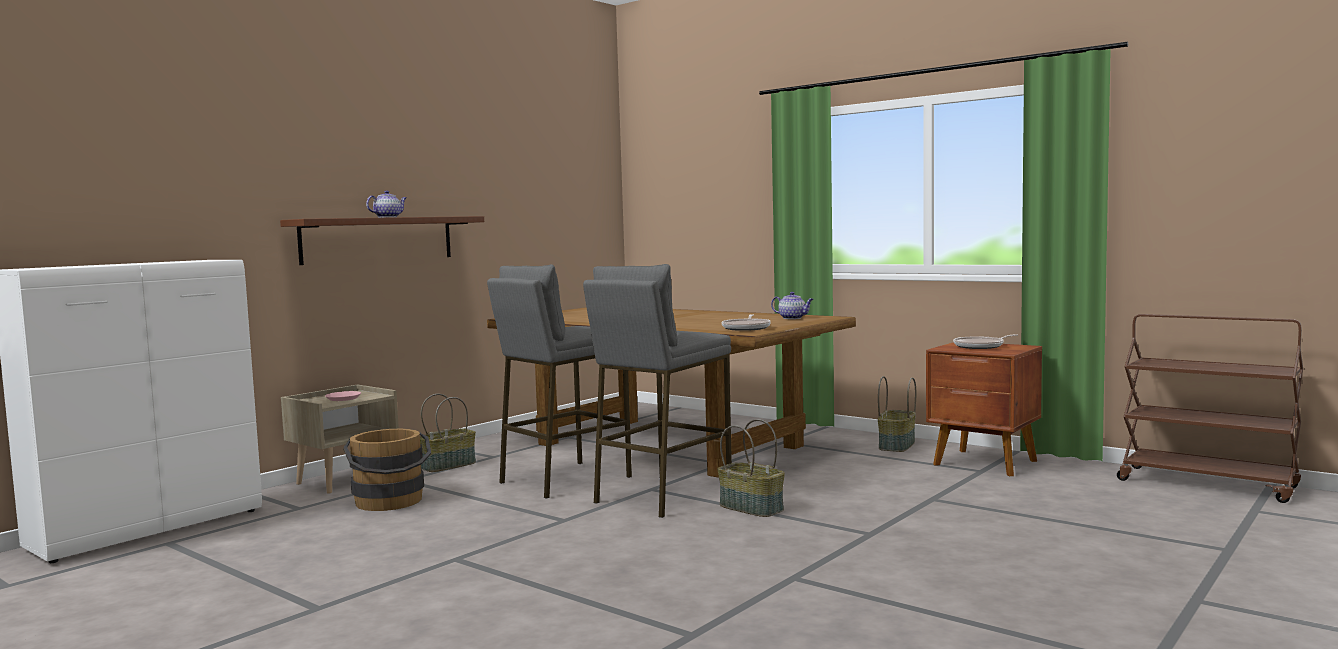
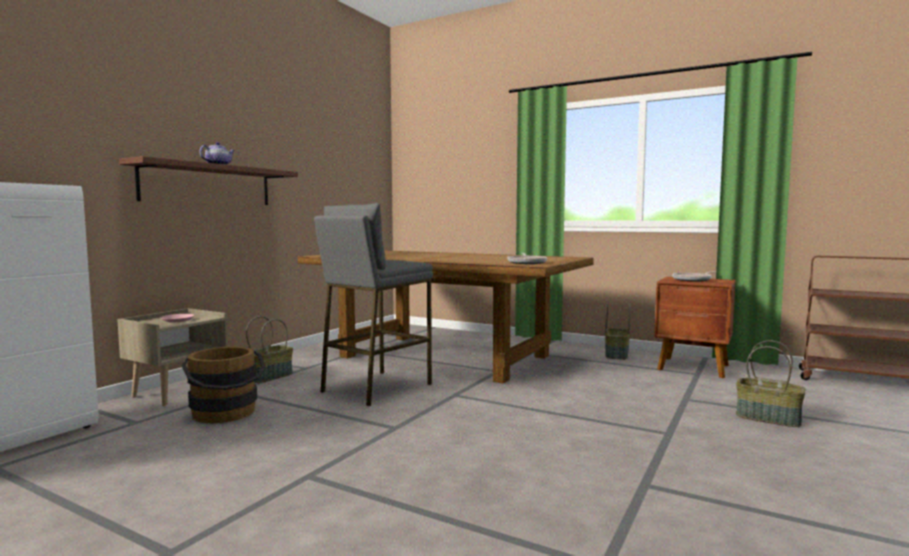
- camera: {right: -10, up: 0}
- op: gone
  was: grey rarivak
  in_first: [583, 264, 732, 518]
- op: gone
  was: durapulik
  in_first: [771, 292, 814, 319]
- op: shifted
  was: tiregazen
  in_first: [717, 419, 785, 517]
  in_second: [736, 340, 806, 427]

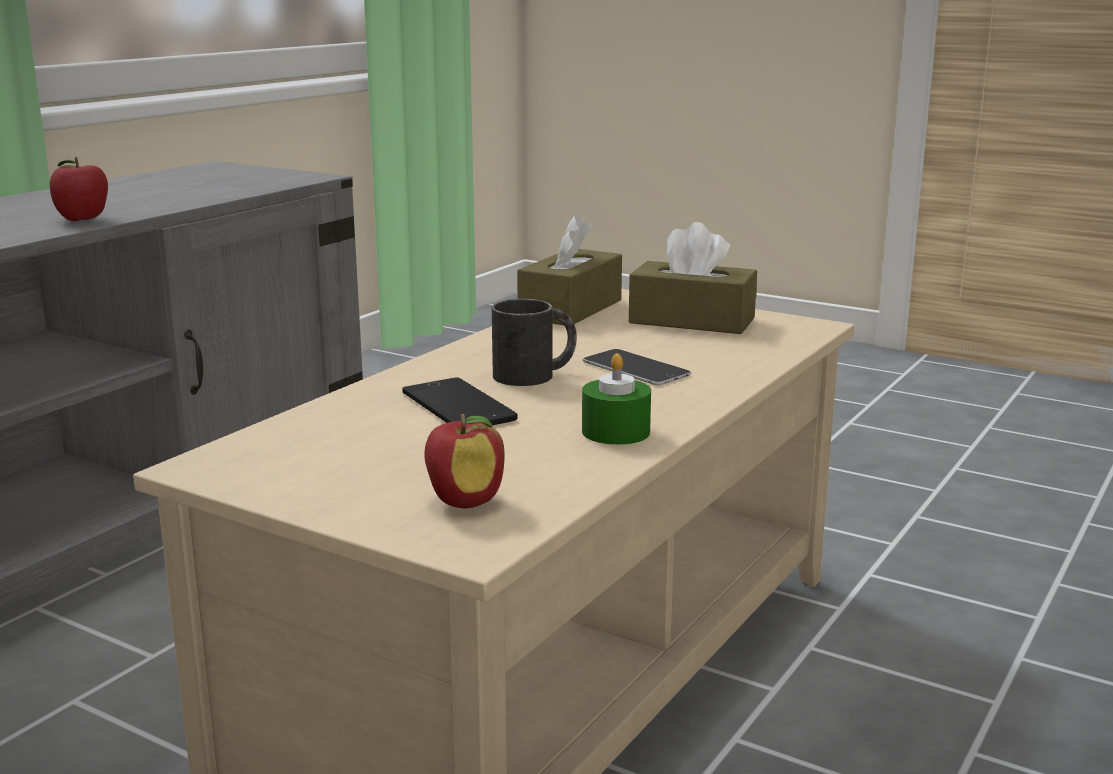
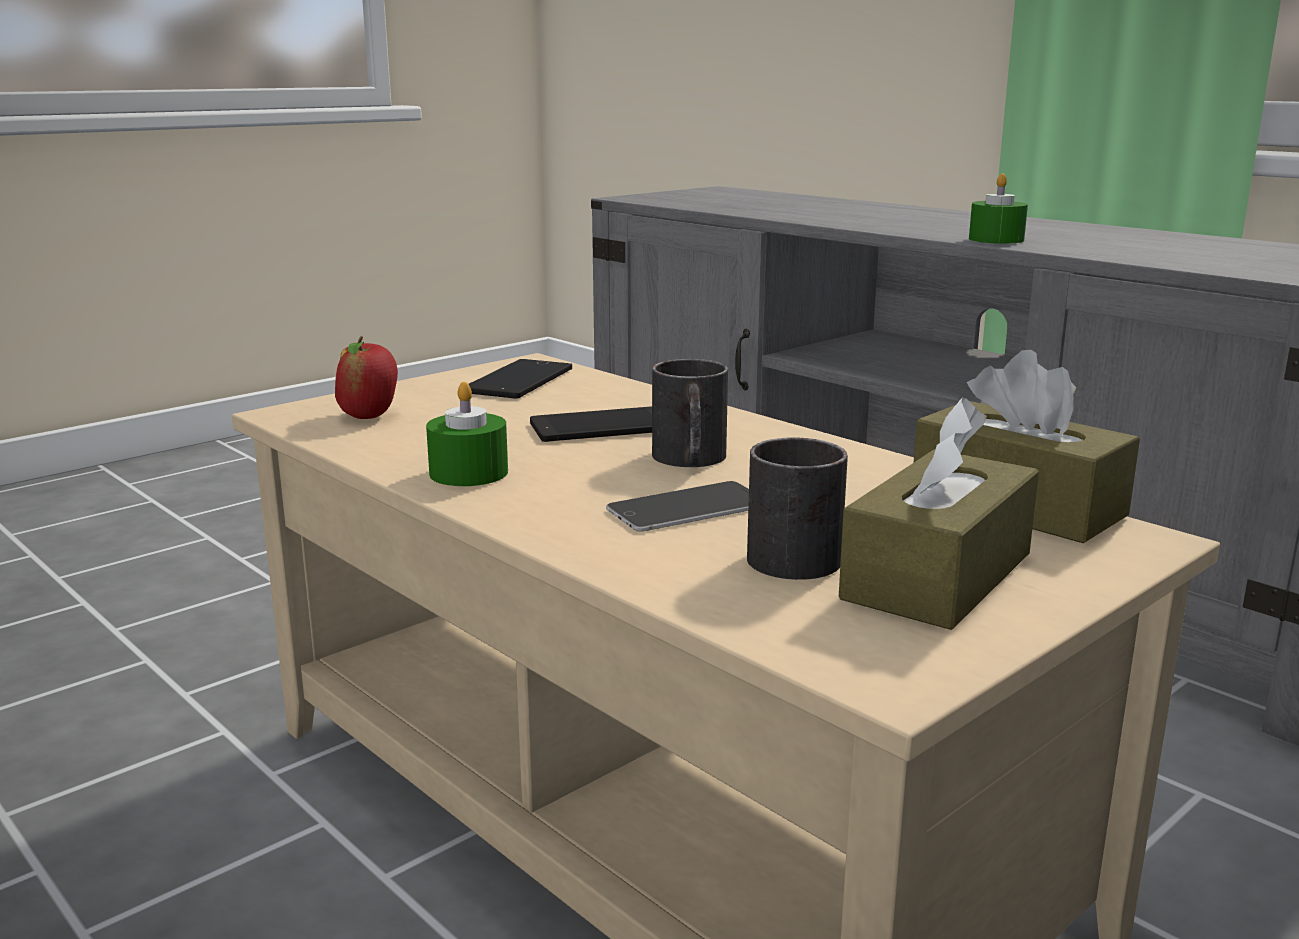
- camera: {right: 105, up: 0}
- op: new
  now: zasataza
  in_second: [469, 359, 572, 398]
- op: new
  now: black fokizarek
  in_second: [747, 437, 848, 580]
- op: swapped
  was: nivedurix
  now: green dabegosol
  in_first: [50, 157, 108, 221]
  in_second: [969, 173, 1028, 244]

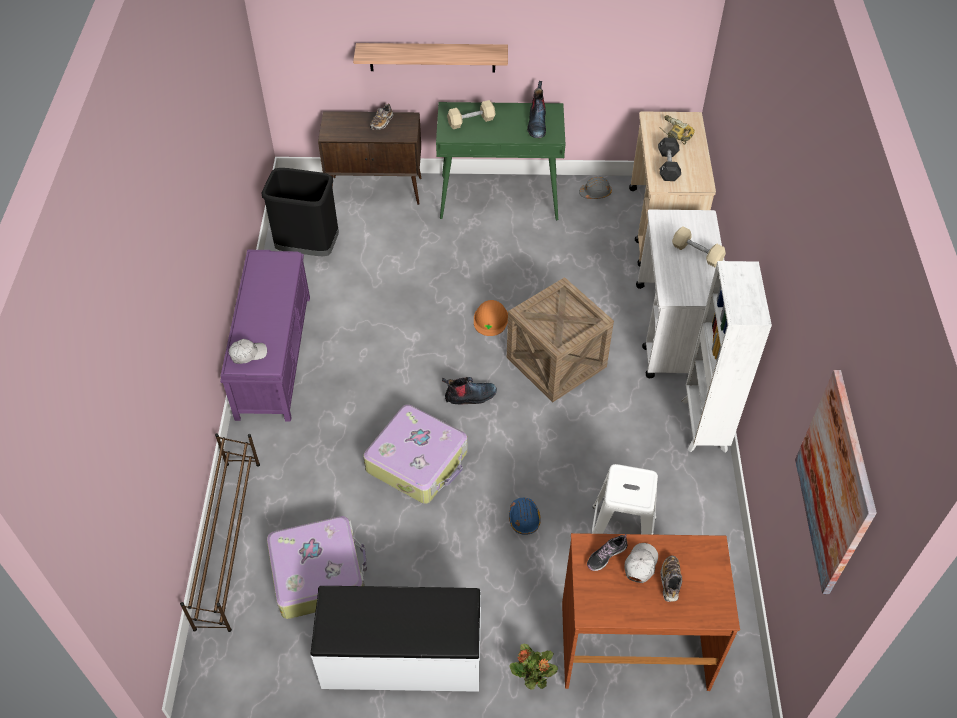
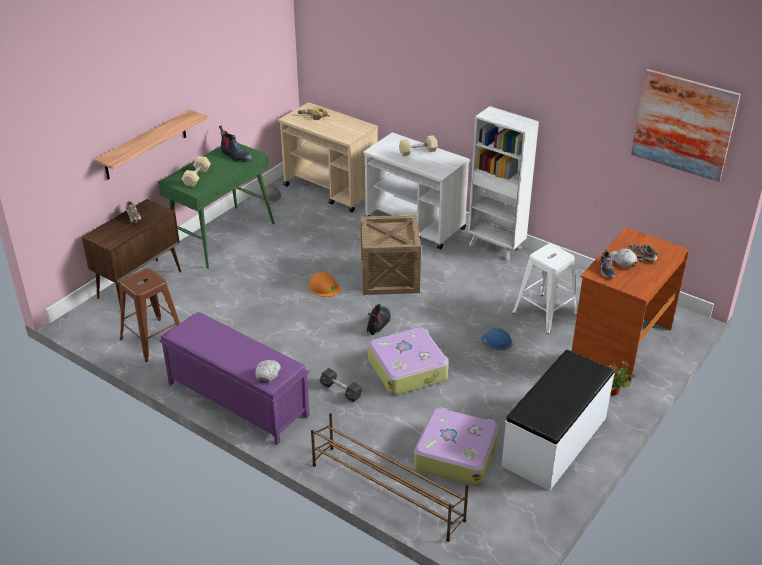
- camera: {right: -55, up: -15}
- op: shifted
  was: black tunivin
  in_first: [658, 137, 681, 181]
  in_second: [320, 368, 363, 402]
- op: swapped
  was: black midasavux
  now: brown rarivak
  in_first: [262, 168, 339, 256]
  in_second: [119, 268, 180, 362]

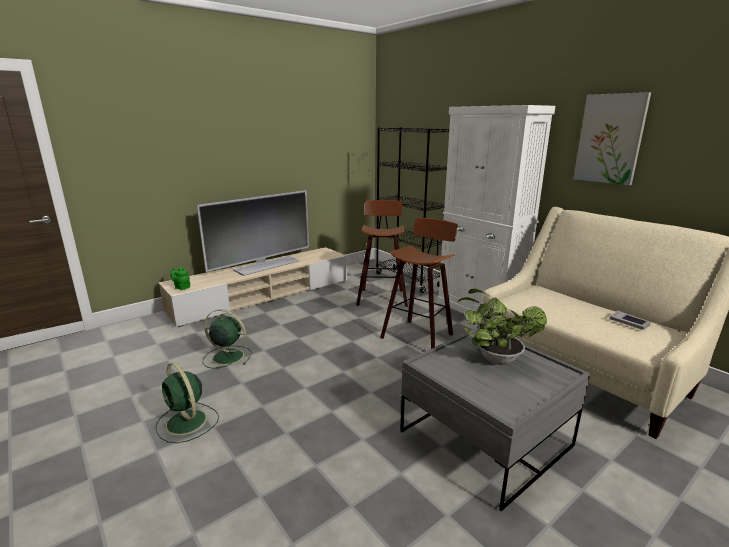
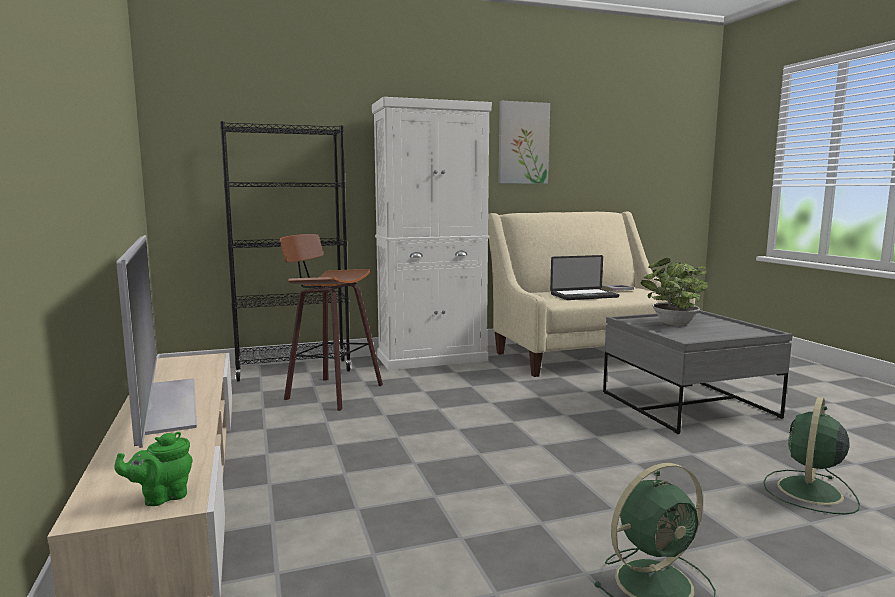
- camera: {right: -70, up: -10}
- op: gone
  was: rarivak
  in_first: [380, 218, 458, 349]
- op: new
  now: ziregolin
  in_second: [550, 255, 620, 300]
- op: shifted
  was: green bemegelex
  in_first: [203, 309, 252, 369]
  in_second: [763, 397, 860, 515]

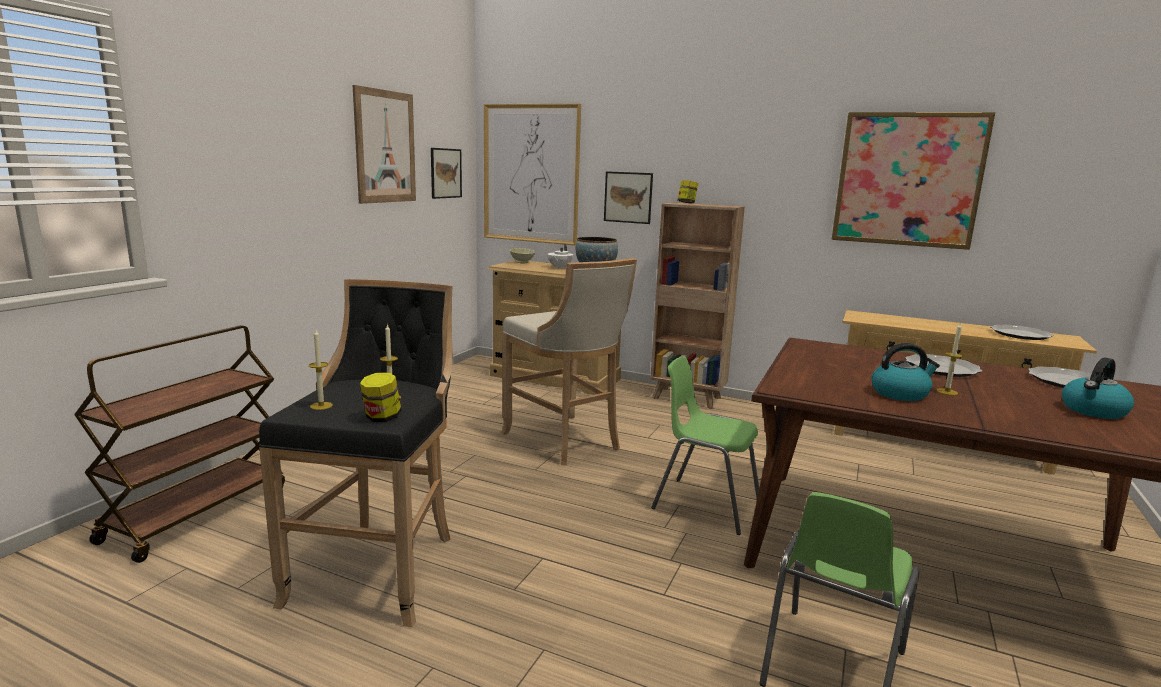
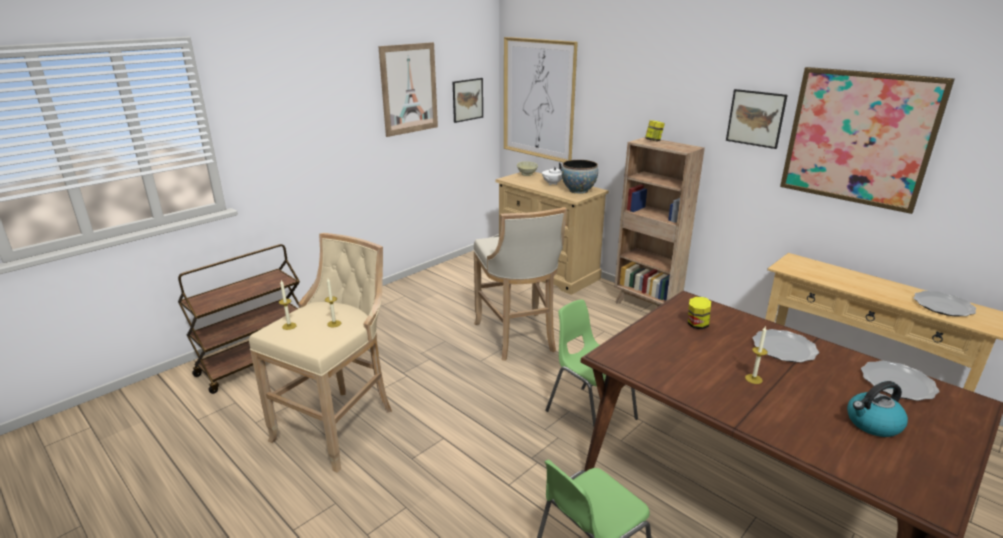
- camera: {right: 20, up: 10}
- op: gone
  was: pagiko
  in_first: [871, 343, 940, 401]
- op: shifted
  was: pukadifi
  in_first: [360, 372, 402, 422]
  in_second: [688, 296, 711, 329]
- op: shifted
  was: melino
  in_first: [604, 171, 653, 224]
  in_second: [726, 89, 788, 149]
- op: repainted
  was: black rarivak
  now: beige rarivak
  in_first: [259, 279, 453, 627]
  in_second: [249, 233, 392, 472]

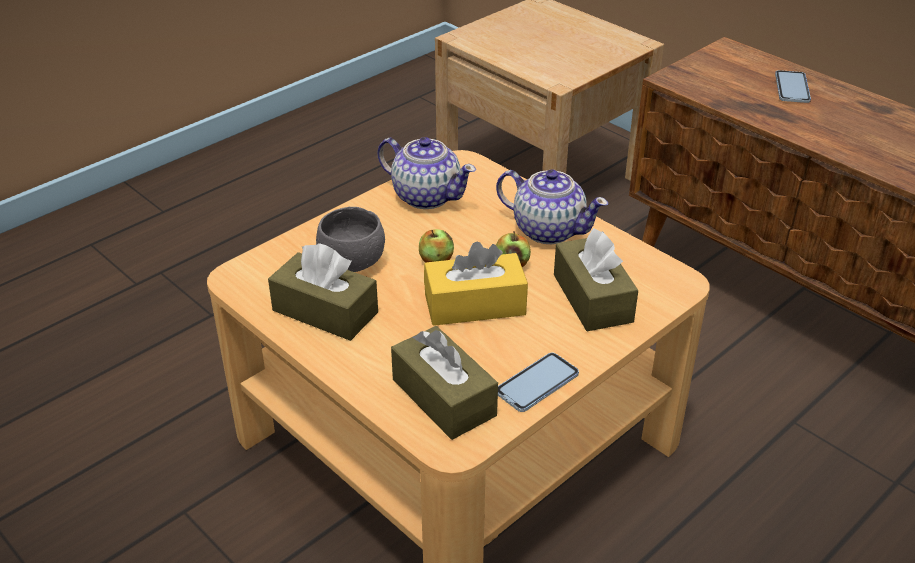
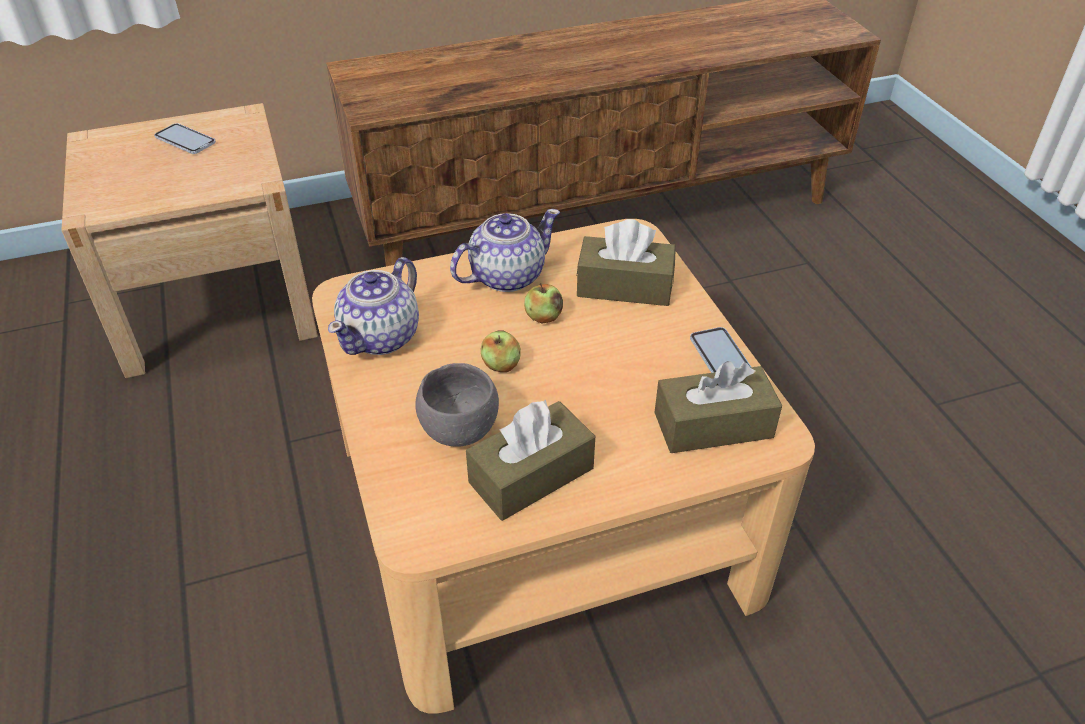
- camera: {right: -65, up: 5}
- op: gone
  was: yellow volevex
  in_first: [424, 242, 528, 326]
- op: shifted
  was: zasataza
  in_first: [775, 70, 811, 103]
  in_second: [154, 123, 216, 154]
- op: rotated
  was: durapulik
  in_first: [377, 137, 476, 209]
  in_second: [328, 257, 419, 355]
  clockwise: 150

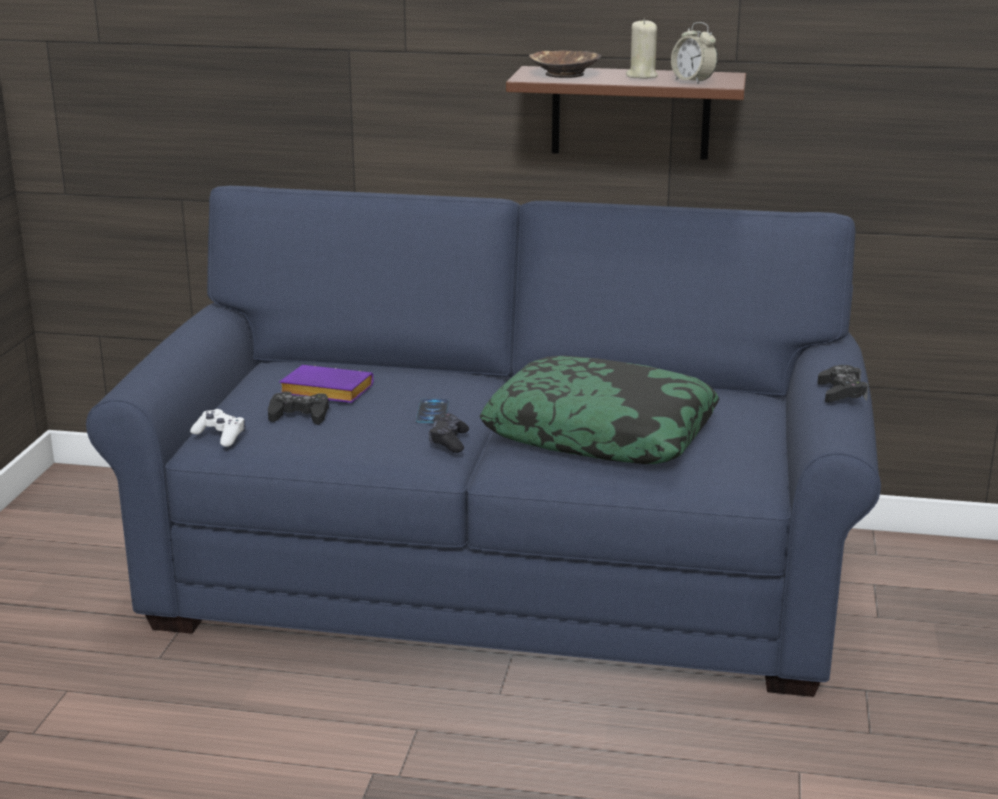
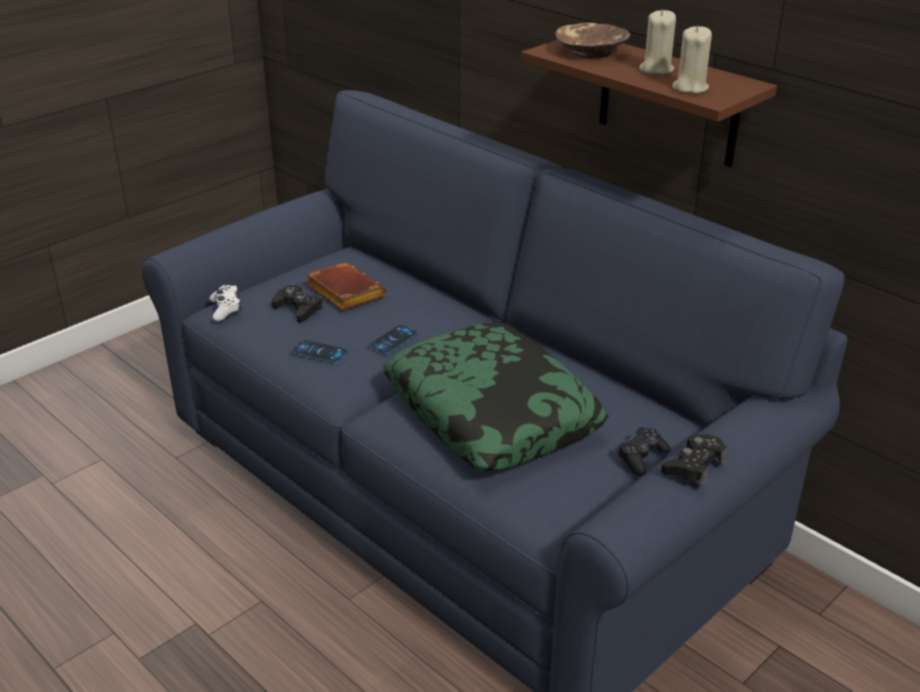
- camera: {right: 35, up: 10}
- op: new
  now: zasataza
  in_second: [291, 339, 348, 363]
- op: shifted
  was: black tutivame
  in_first: [429, 413, 469, 453]
  in_second: [618, 427, 671, 476]
- op: swapped
  was: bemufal
  now: beige dabegosol
  in_first: [671, 22, 718, 84]
  in_second: [672, 26, 712, 94]
- op: repainted
  was: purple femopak
  now: brown femopak
  in_first: [279, 365, 374, 403]
  in_second: [306, 262, 386, 310]

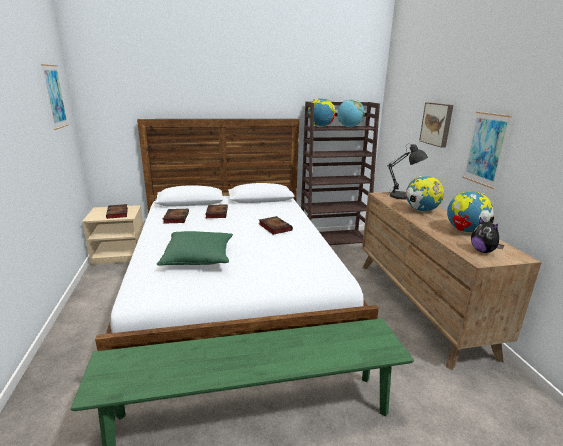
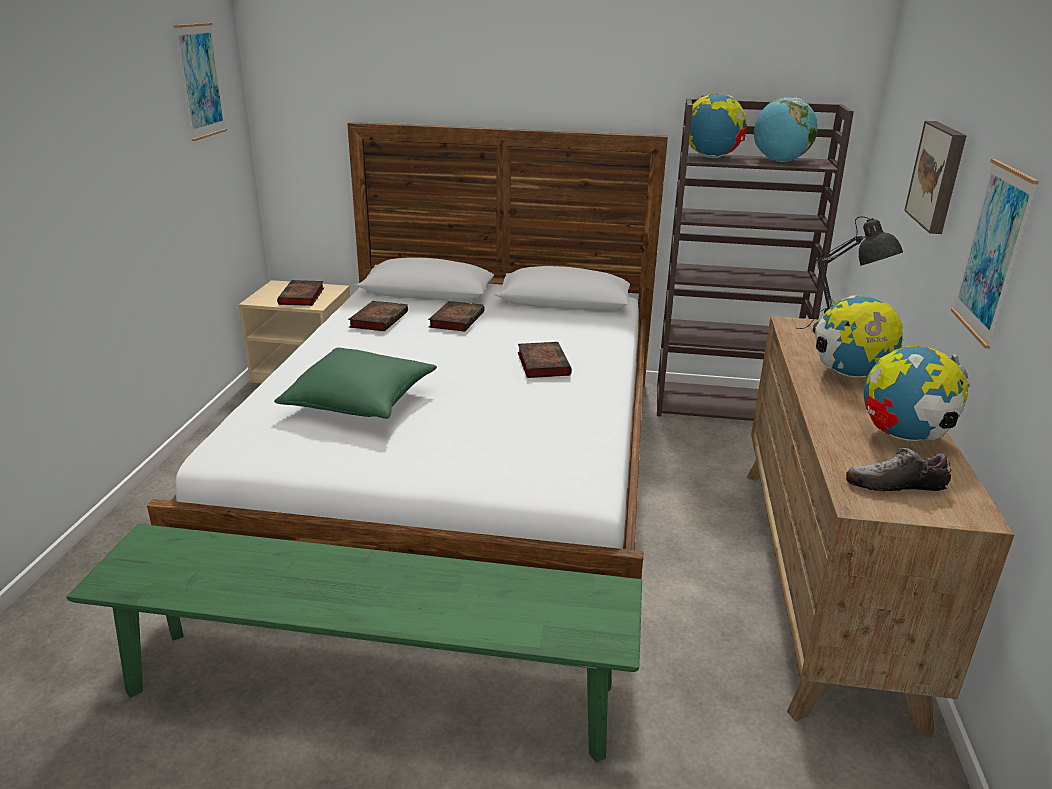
- camera: {right: 20, up: 5}
- op: swapped
  was: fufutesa
  now: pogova
  in_first: [471, 217, 504, 253]
  in_second: [846, 448, 951, 491]

